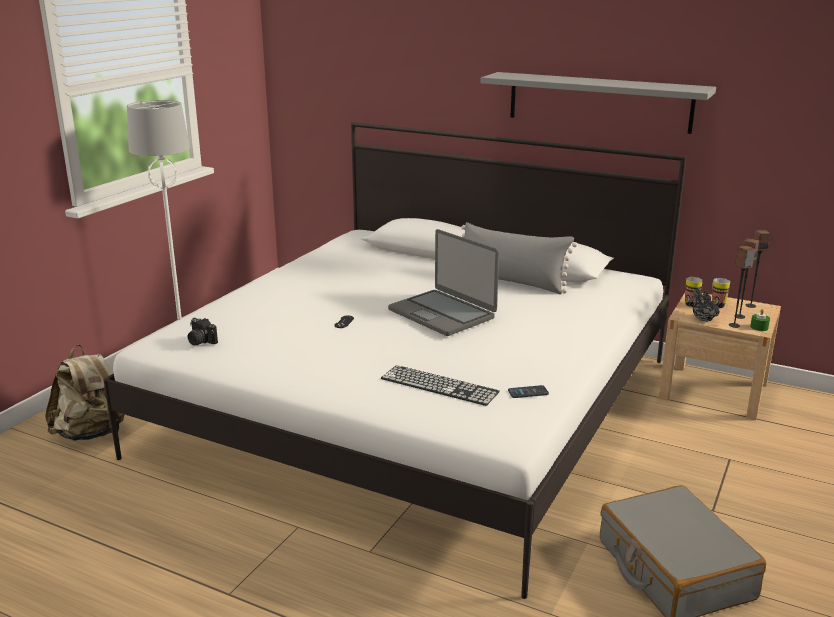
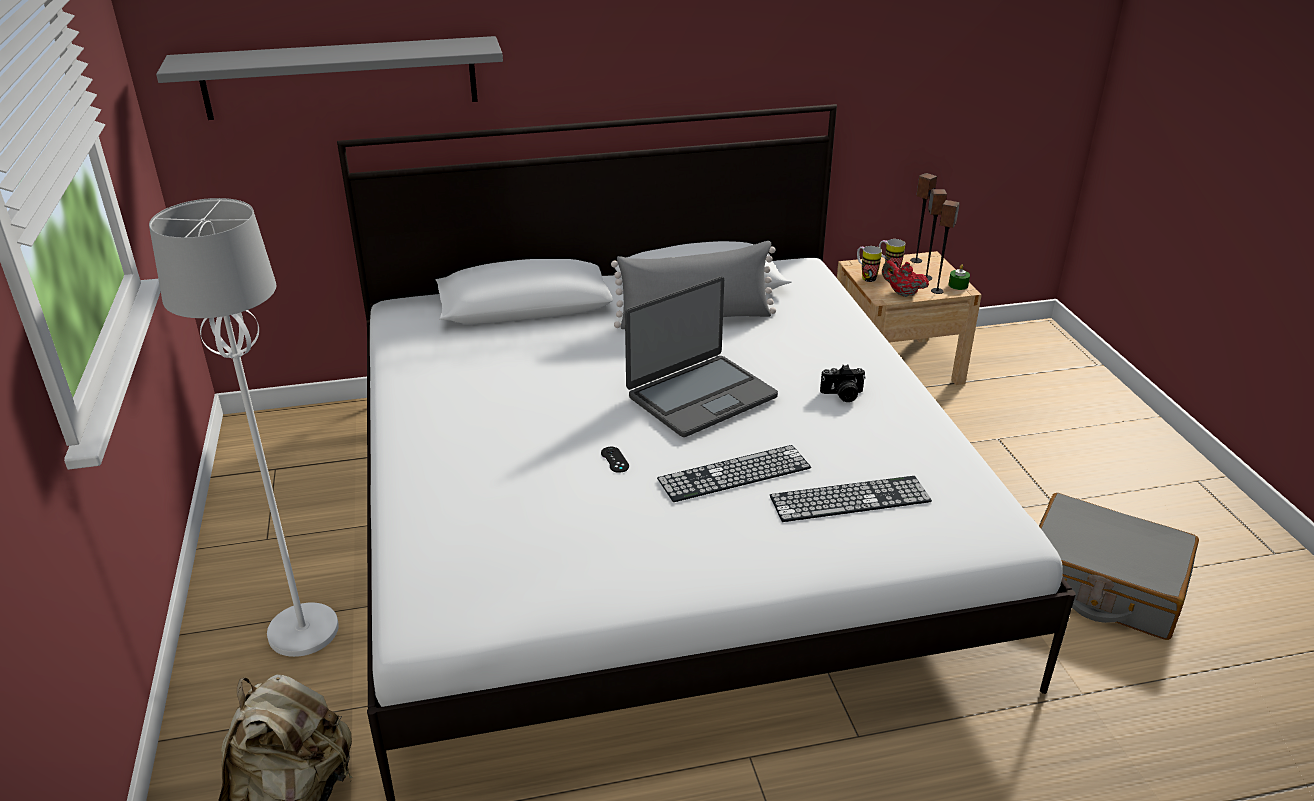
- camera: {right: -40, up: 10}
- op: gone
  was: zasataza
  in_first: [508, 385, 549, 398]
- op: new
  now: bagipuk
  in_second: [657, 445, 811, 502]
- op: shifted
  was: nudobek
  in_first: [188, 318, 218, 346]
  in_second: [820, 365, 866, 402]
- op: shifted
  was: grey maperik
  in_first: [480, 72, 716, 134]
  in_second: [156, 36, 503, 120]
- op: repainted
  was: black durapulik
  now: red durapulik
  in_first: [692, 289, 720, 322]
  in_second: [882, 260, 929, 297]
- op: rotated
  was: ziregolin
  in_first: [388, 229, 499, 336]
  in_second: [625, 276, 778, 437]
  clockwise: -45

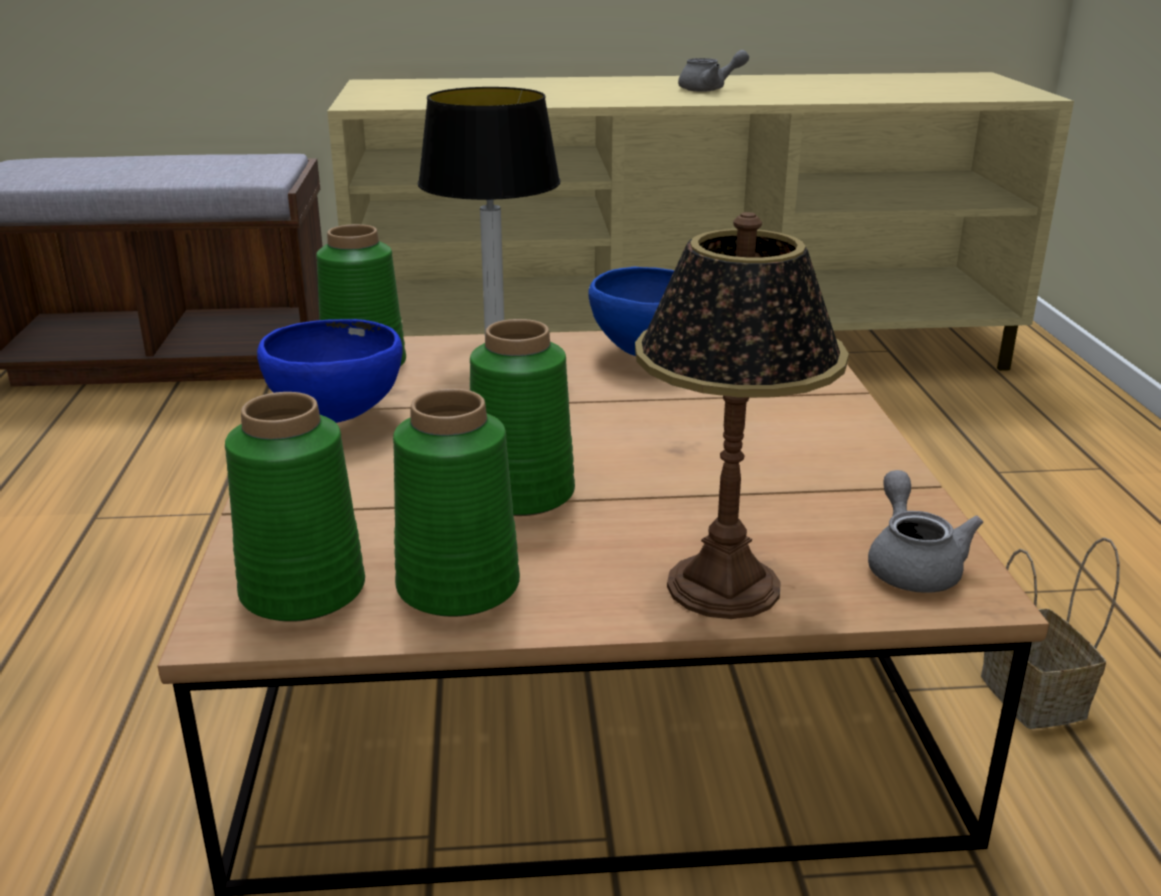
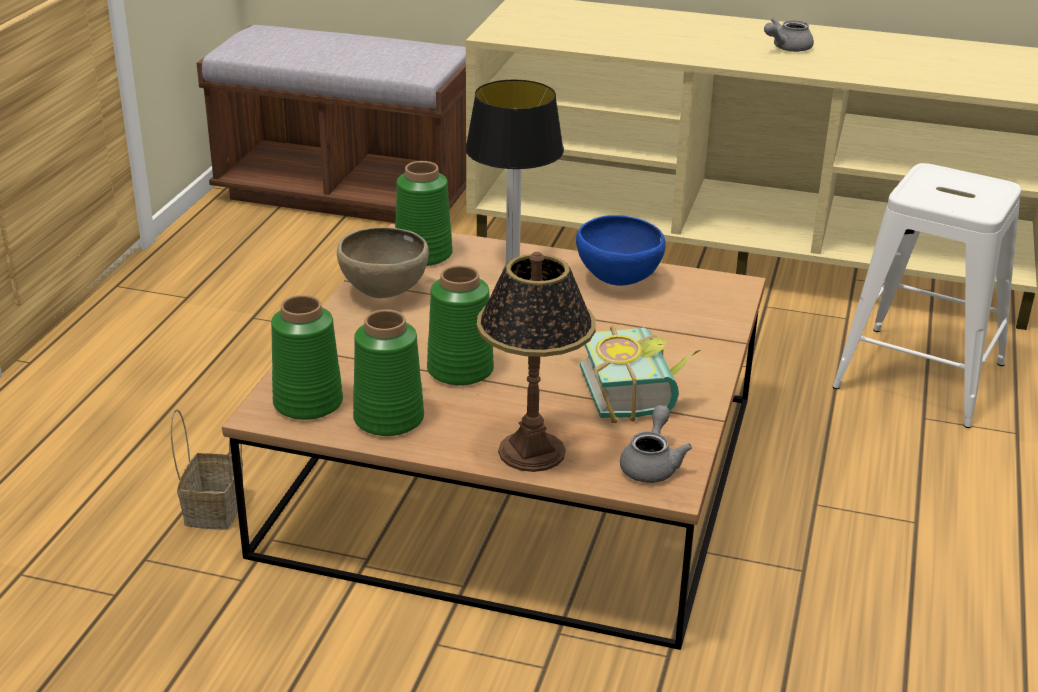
- camera: {right: 20, up: 5}
- op: new
  now: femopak
  in_second: [580, 326, 701, 423]
- op: new
  now: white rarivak
  in_second: [832, 163, 1021, 428]
- op: shifted
  was: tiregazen
  in_first: [981, 537, 1120, 729]
  in_second: [171, 409, 243, 530]
- op: repainted
  was: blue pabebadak
  now: brown pabebadak
  in_first: [257, 319, 402, 423]
  in_second: [337, 227, 429, 298]
- op: rotated
  was: grey durapulik
  in_first: [678, 50, 749, 92]
  in_second: [764, 18, 814, 52]
  clockwise: 135

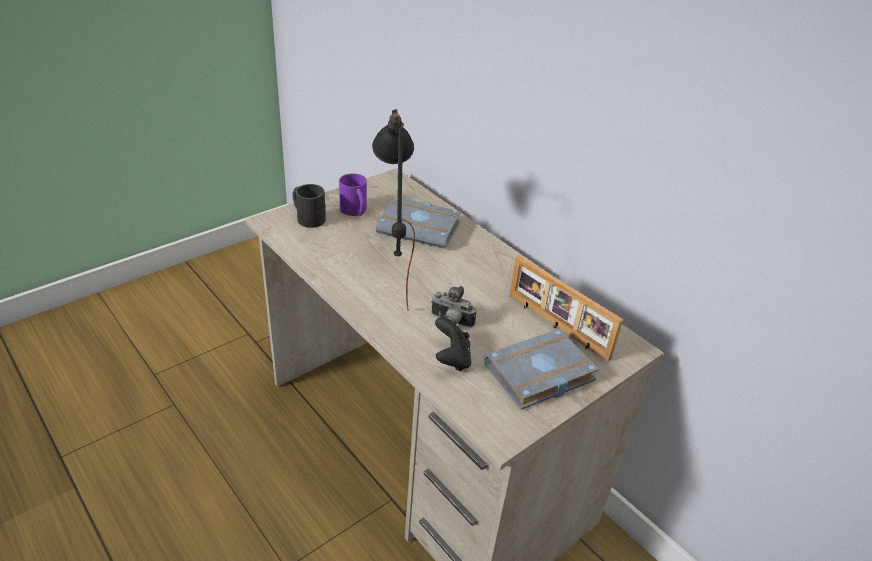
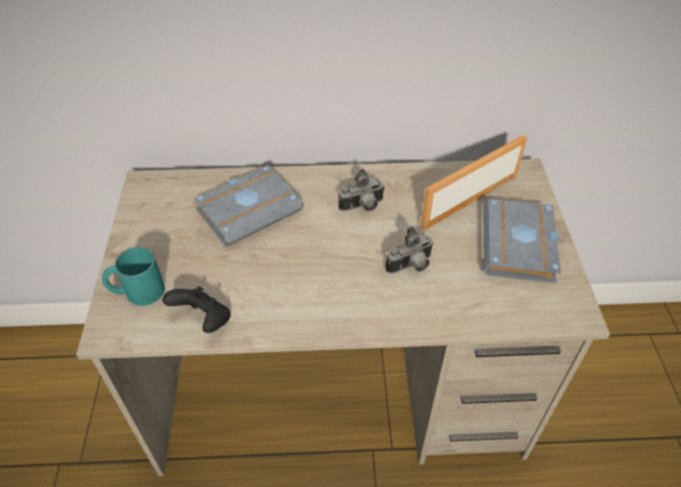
- camera: {right: -50, up: 10}
- op: gone
  was: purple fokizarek
  in_first: [339, 173, 367, 216]
- op: gone
  was: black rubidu
  in_first: [372, 109, 415, 310]
- op: new
  now: nudobek
  in_second: [339, 169, 385, 211]
- op: shifted
  was: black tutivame
  in_first: [435, 317, 471, 372]
  in_second: [162, 287, 231, 333]
- op: repainted
  was: black fokizarek
  now: turquoise fokizarek
  in_first: [292, 184, 326, 228]
  in_second: [102, 247, 165, 306]
- op: rotated
  was: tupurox
  in_first: [509, 255, 624, 361]
  in_second: [420, 135, 527, 231]
  clockwise: 150

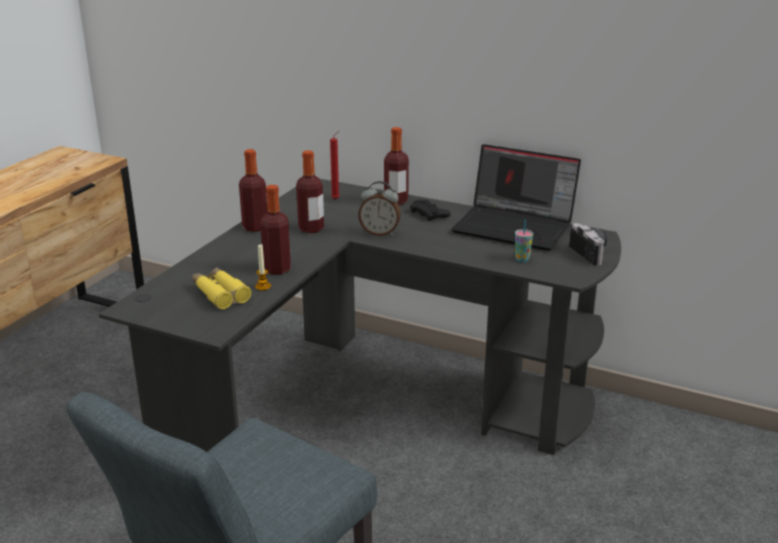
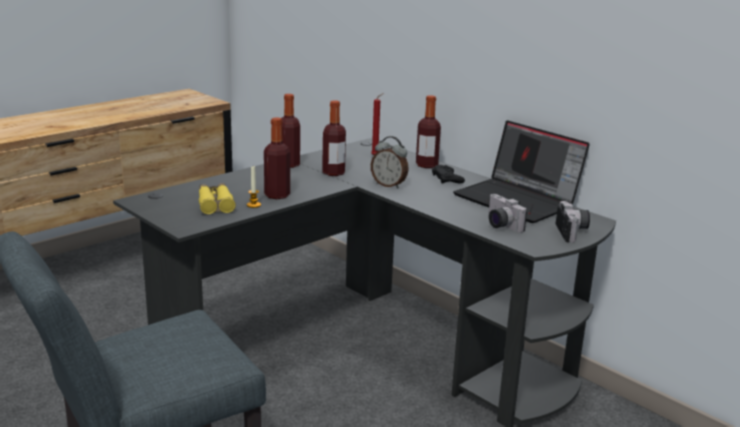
- camera: {right: 20, up: -5}
- op: swapped
  was: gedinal
  now: nudobek
  in_first: [515, 219, 533, 262]
  in_second: [488, 194, 527, 233]

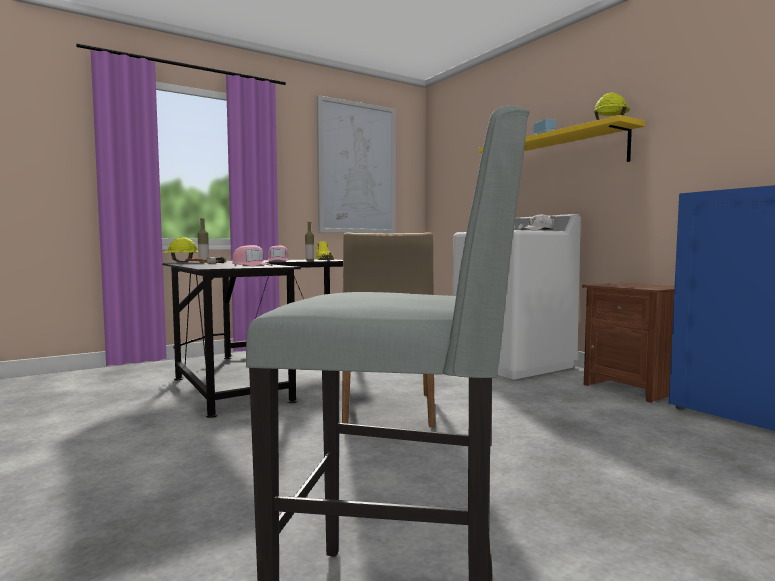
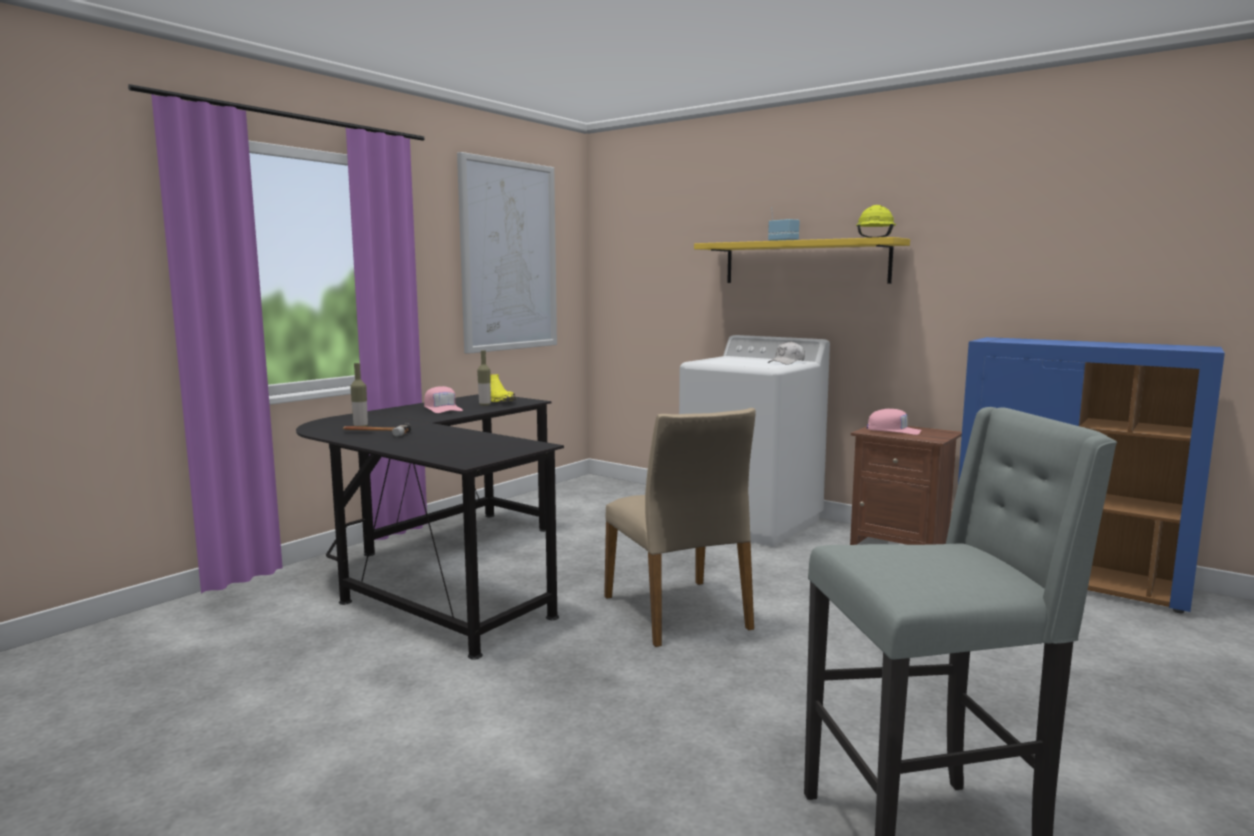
- camera: {right: -20, up: 5}
- op: gone
  was: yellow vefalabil
  in_first: [165, 237, 198, 262]
- op: shifted
  was: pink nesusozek
  in_first: [232, 245, 272, 266]
  in_second: [867, 409, 921, 435]

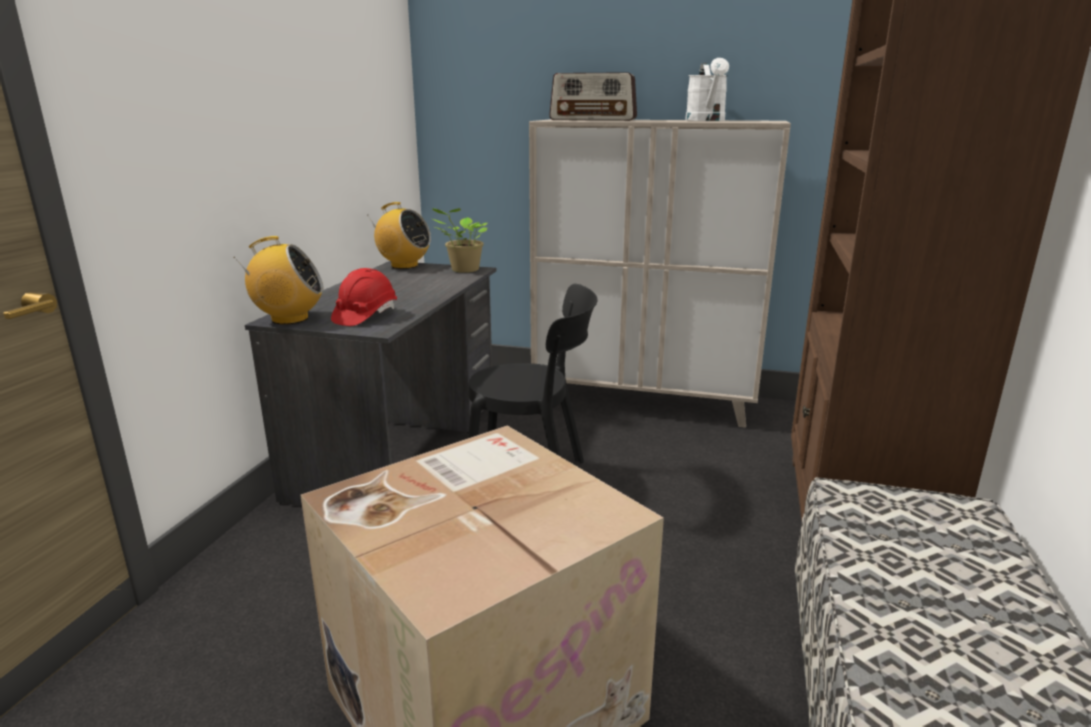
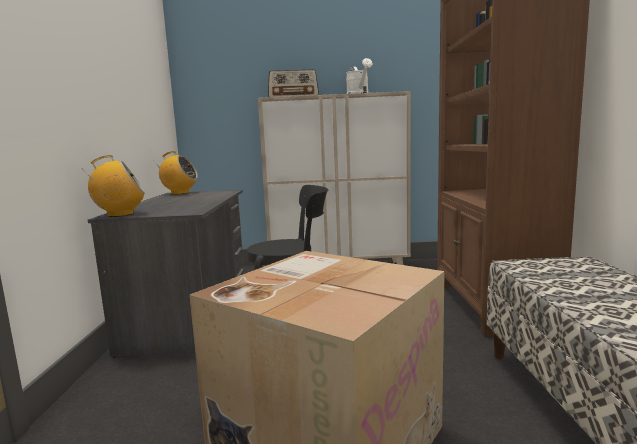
- camera: {right: -15, up: -10}
- op: gone
  was: red vefalabil
  in_first: [331, 268, 397, 326]
- op: gone
  was: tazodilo
  in_first: [432, 208, 487, 273]

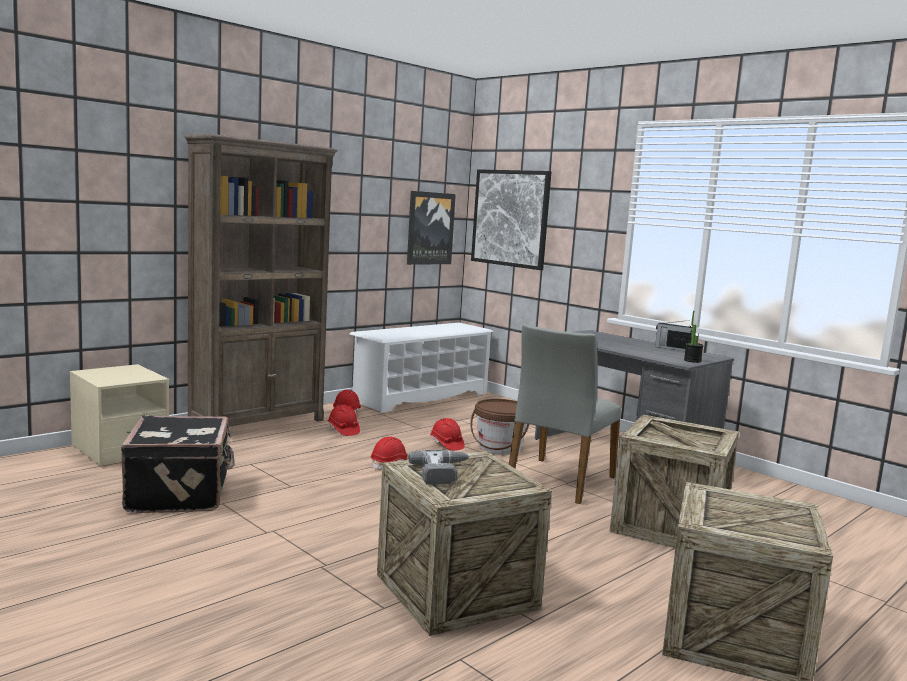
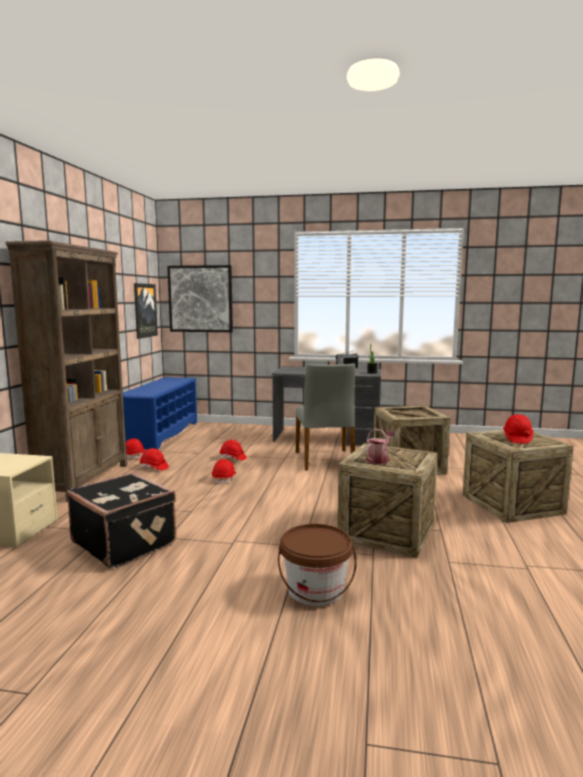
- camera: {right: -35, up: 0}
- op: new
  now: red vefalabil
  in_second: [503, 414, 533, 444]
- op: shifted
  was: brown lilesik
  in_first: [470, 399, 529, 455]
  in_second: [278, 524, 357, 606]
- op: swapped
  was: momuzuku
  now: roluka
  in_first: [408, 450, 470, 485]
  in_second: [365, 429, 395, 464]
- op: repainted
  was: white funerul
  now: blue funerul
  in_first: [350, 323, 493, 413]
  in_second: [123, 377, 197, 449]

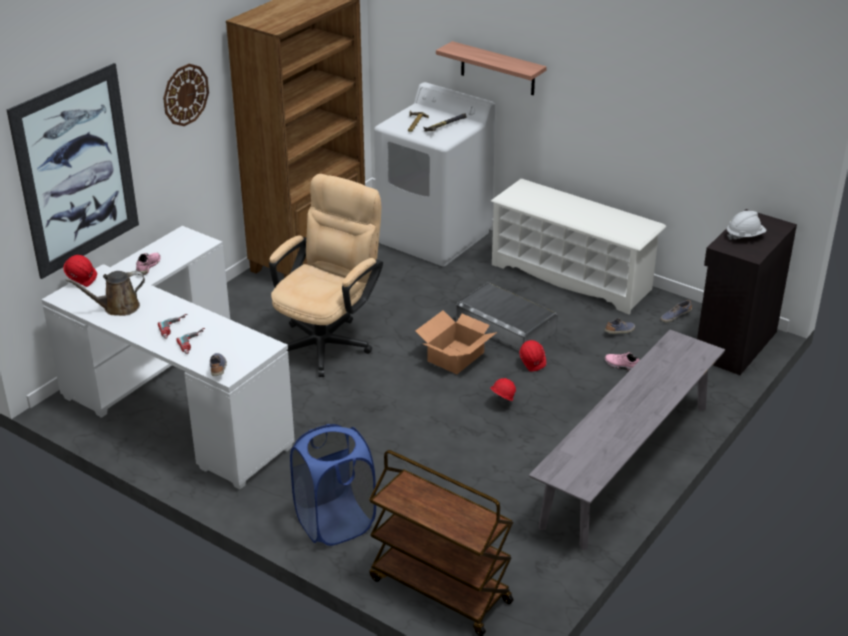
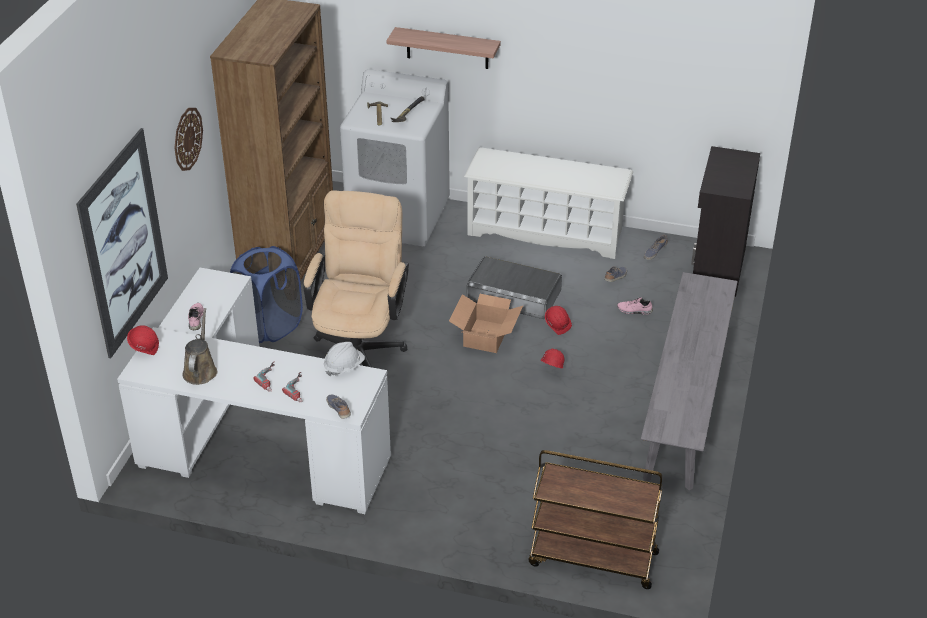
- camera: {right: -20, up: 5}
- op: shifted
  was: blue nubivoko
  in_first: [290, 424, 376, 546]
  in_second: [230, 246, 303, 343]
- op: shifted
  was: white vefalabil
  in_first: [727, 211, 767, 240]
  in_second: [324, 342, 365, 377]
- op: rotated
  was: brown roluka
  in_first: [65, 271, 145, 316]
  in_second: [182, 308, 217, 385]
  clockwise: 135

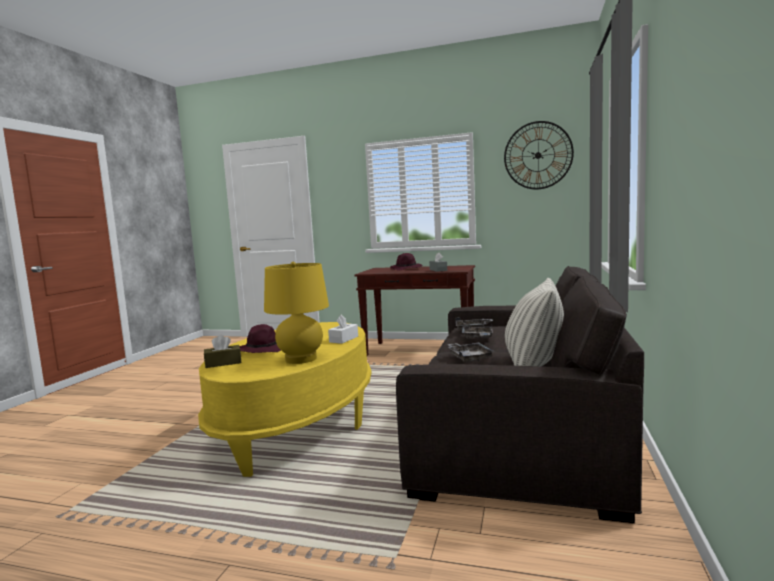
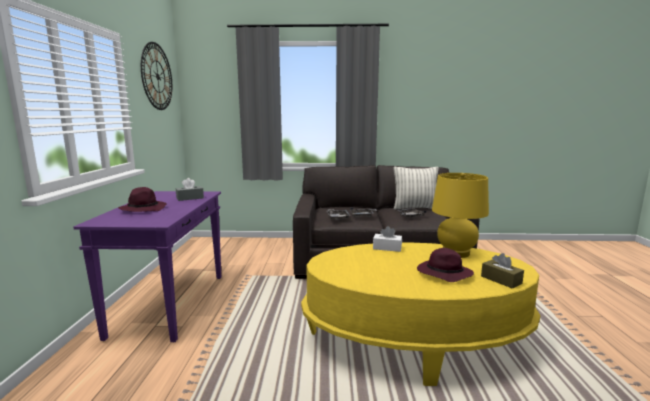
- camera: {right: -105, up: 5}
- op: repainted
  was: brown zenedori
  now: purple zenedori
  in_first: [354, 265, 475, 356]
  in_second: [73, 191, 221, 342]

